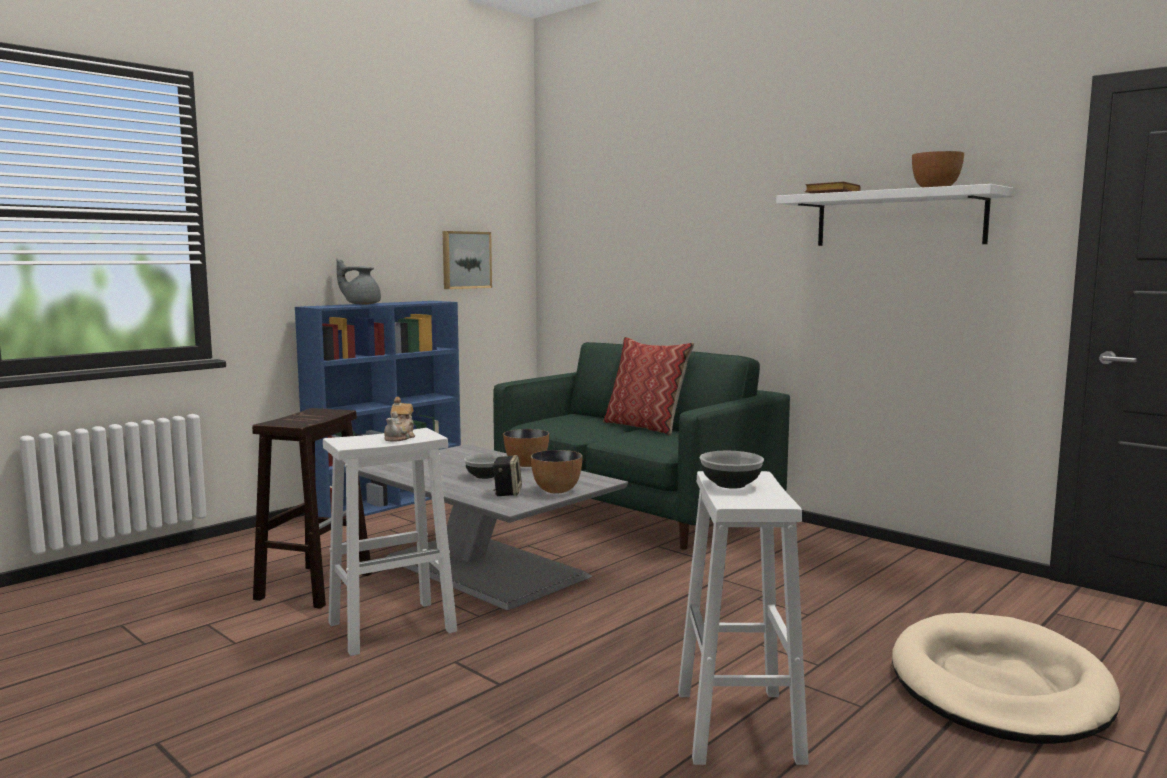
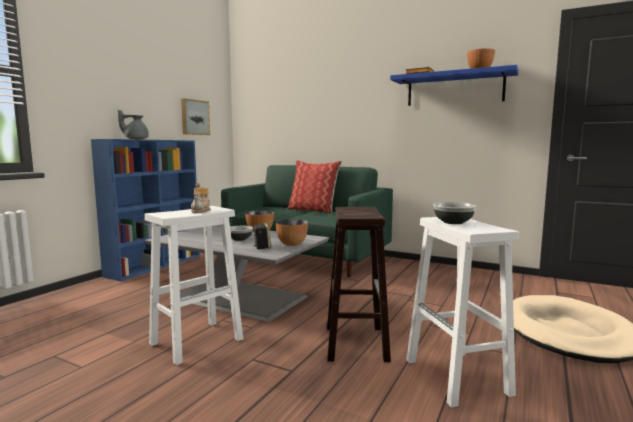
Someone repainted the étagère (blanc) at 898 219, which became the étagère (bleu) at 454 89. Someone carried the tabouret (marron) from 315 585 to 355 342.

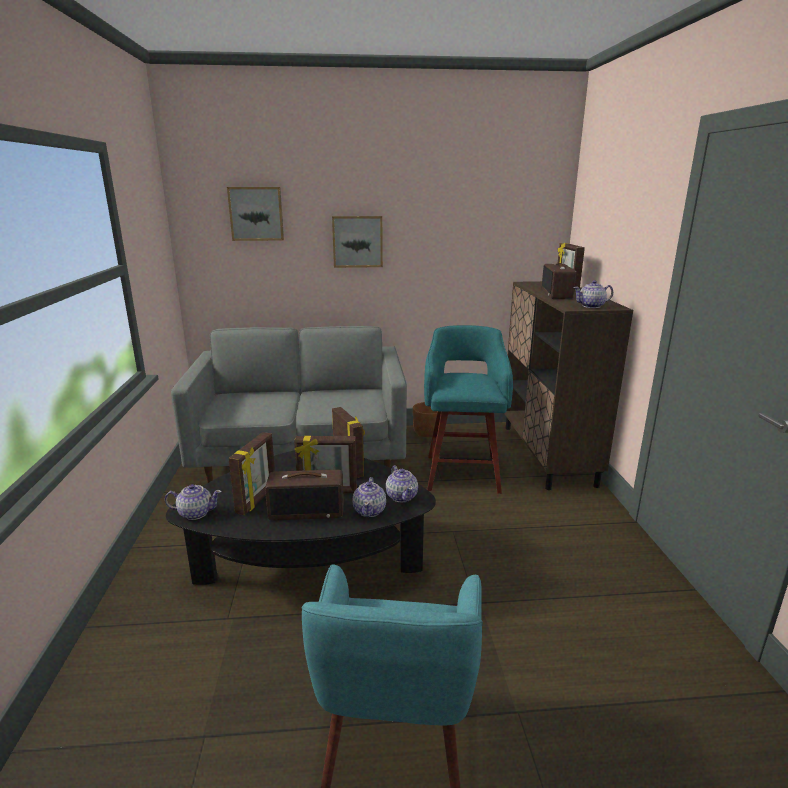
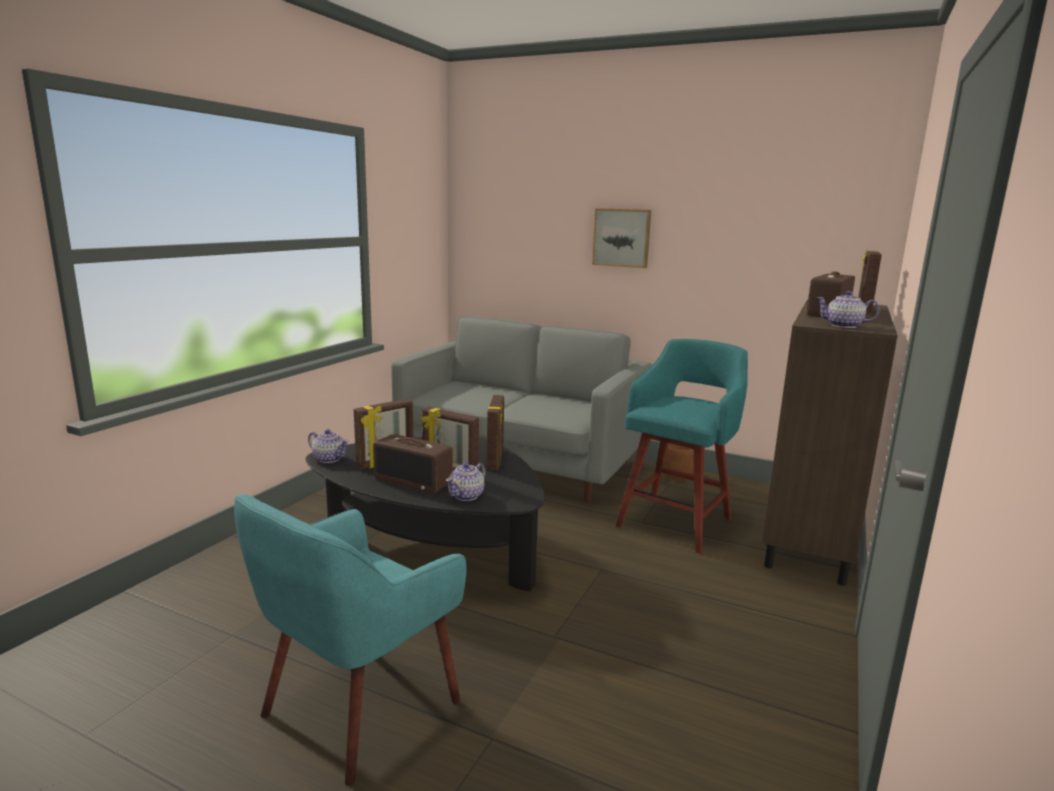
Someone took away the tableau at 256 213. Someone took away the théière at 402 496.

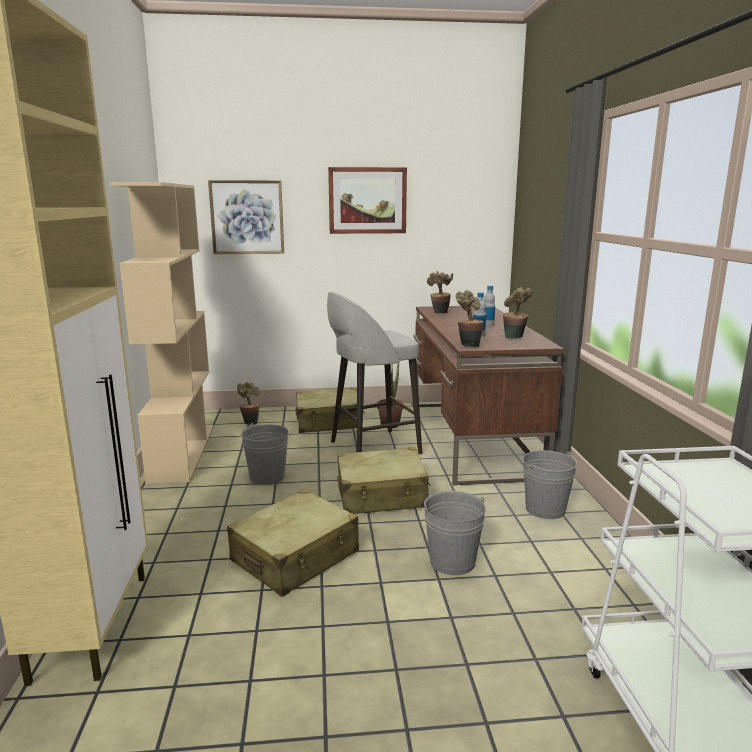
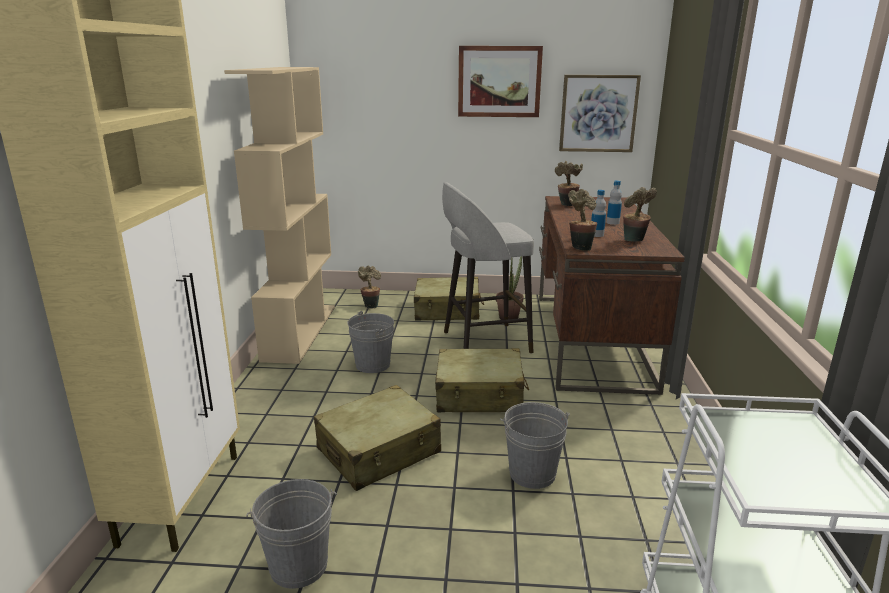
Someone carried the tableau from 247 217 to 598 113. Someone carried the seau (gris) from 545 509 to 298 566.

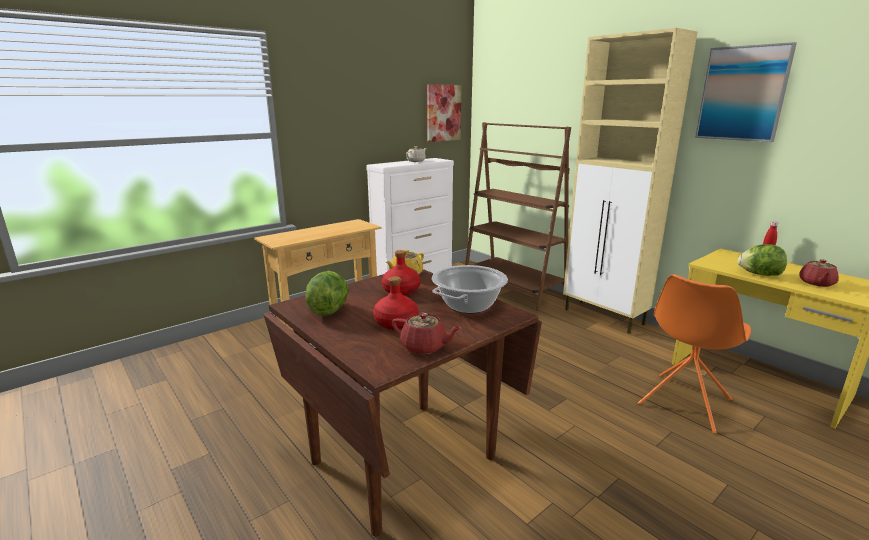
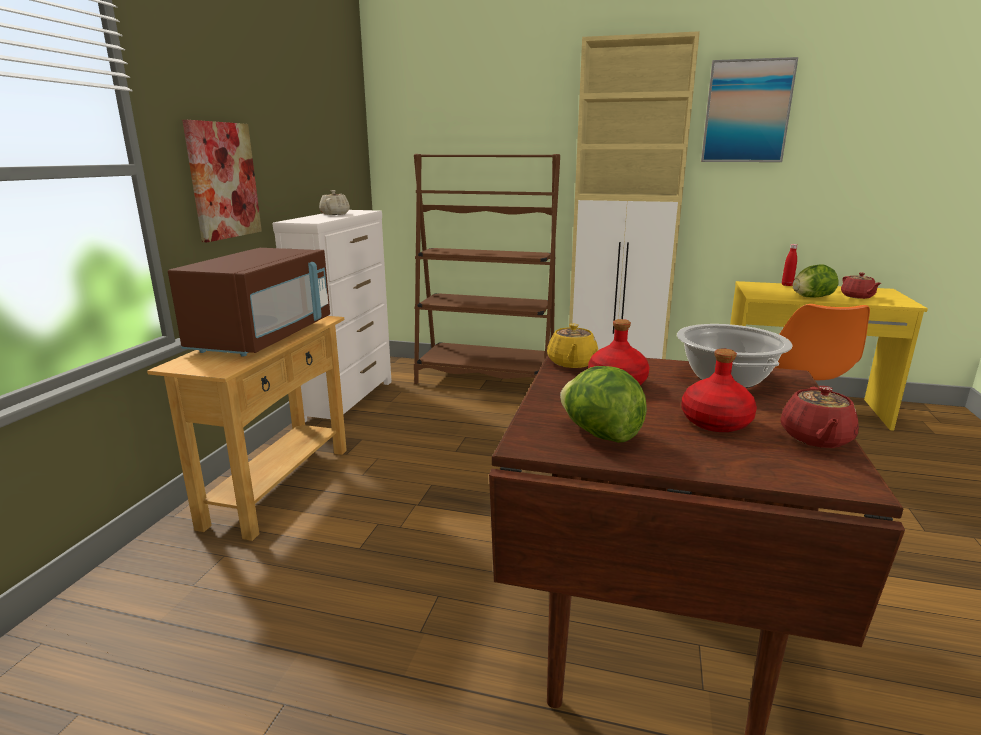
Someone carried the tableau from 443 113 to 223 181. Someone rotated the théière (rouge) at 424 347 by 120 degrees clockwise. Someone put down the micro-ondes (marron) at 264 337.

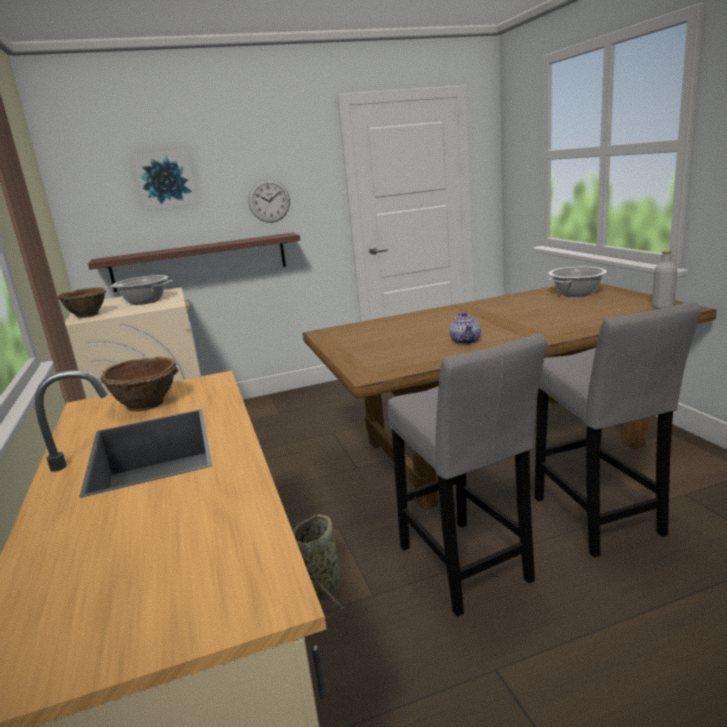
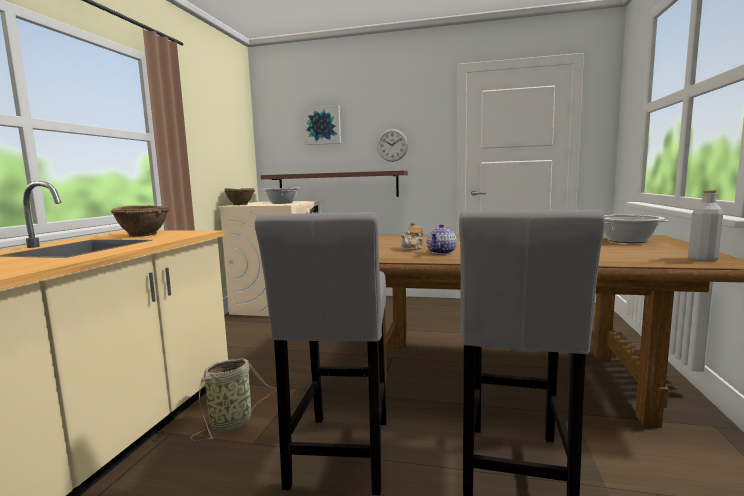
Someone put down the théière at 413 248.

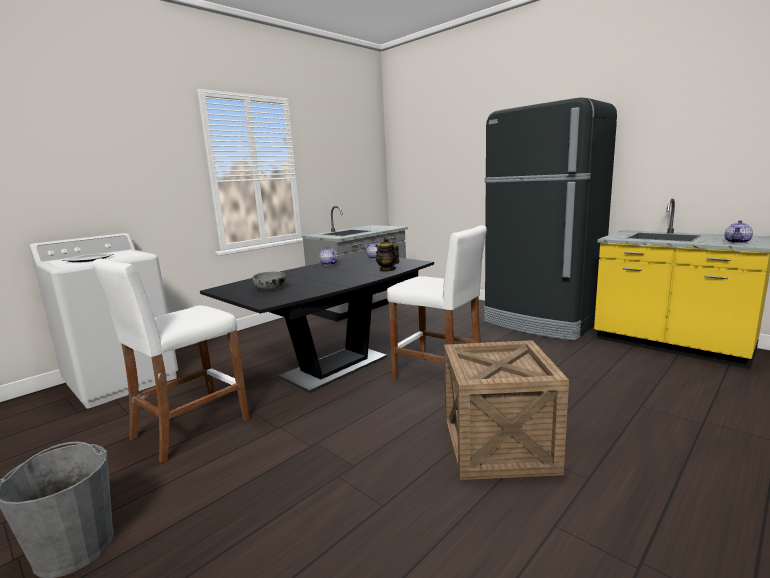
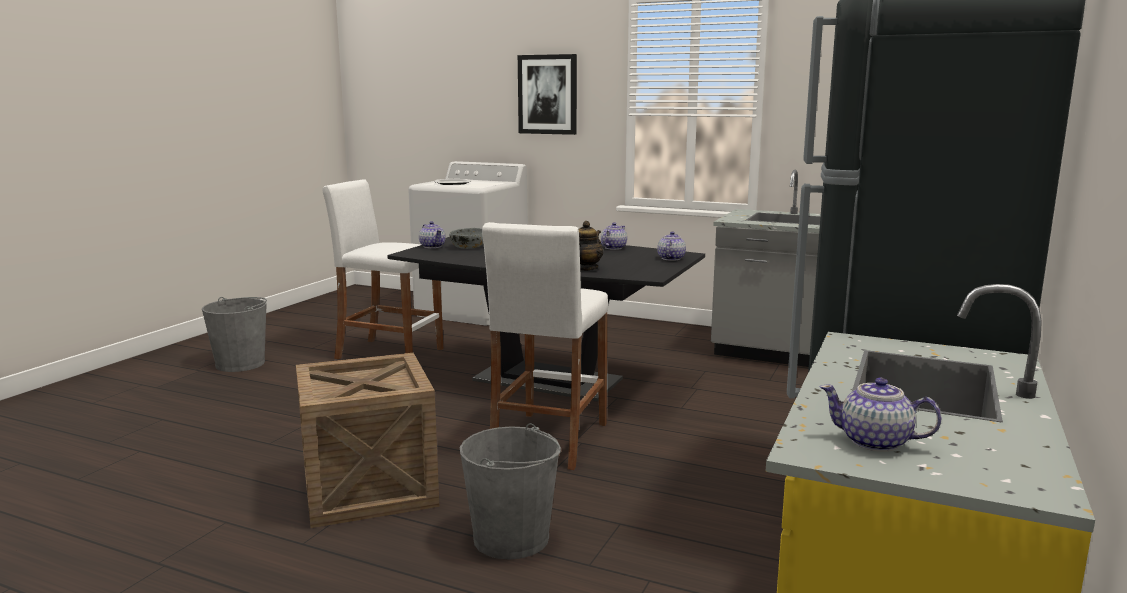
Someone put up the tableau at 547 94. Someone put down the théière at 432 246. Someone put down the seau (gris) at 512 538.

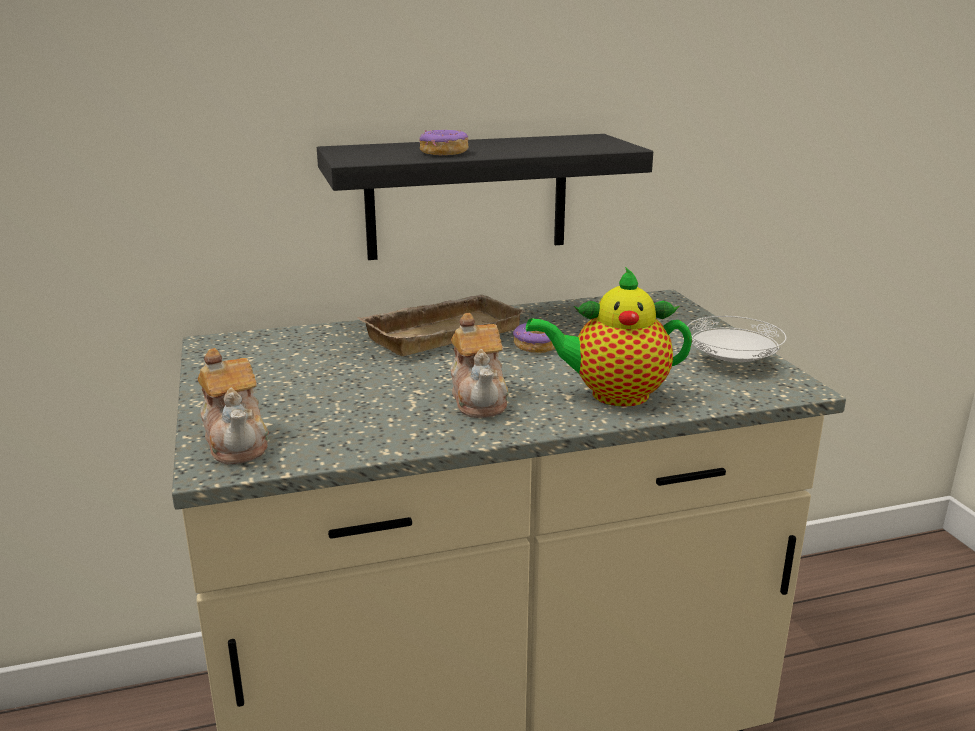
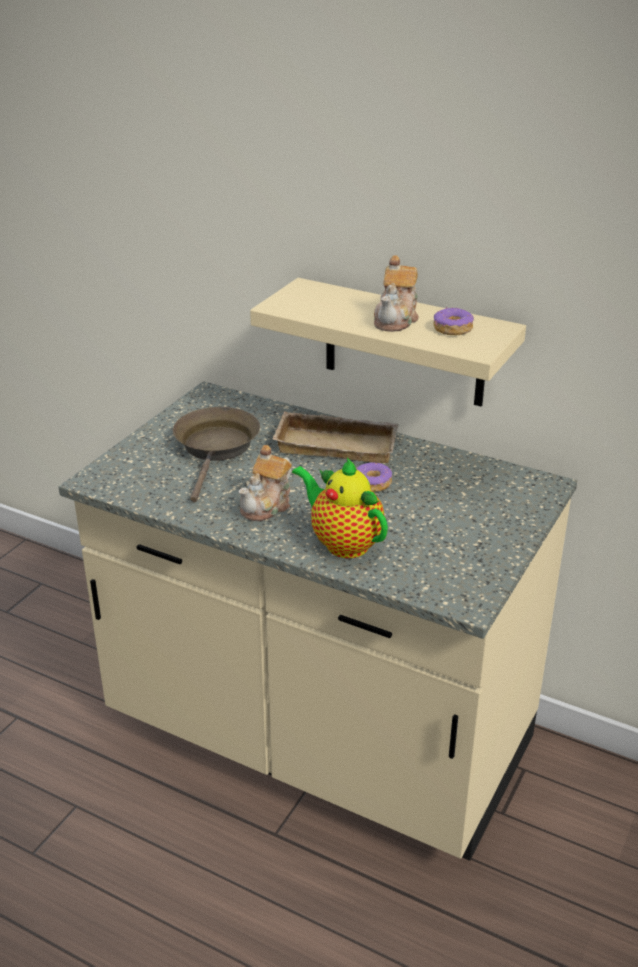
Someone carried the beignet from 443 152 to 452 329. Someone repainted the étagère (noir) at 467 196, which became the étagère (beige) at 404 343. Someone took away the assiette (blanc) at 732 362. Someone carried the théière from 237 441 to 396 319. Someone put down the poêle (marron) at 216 448.

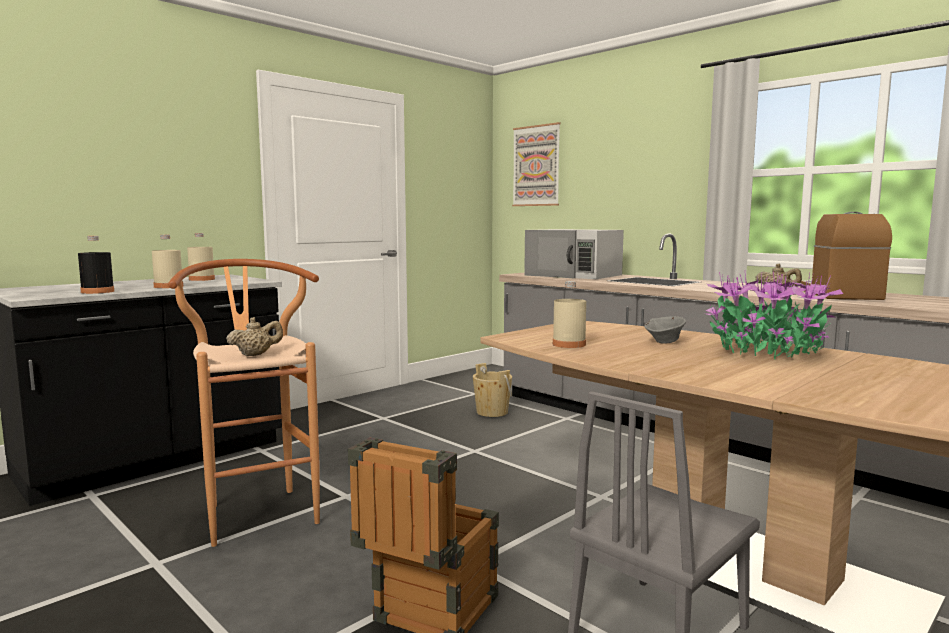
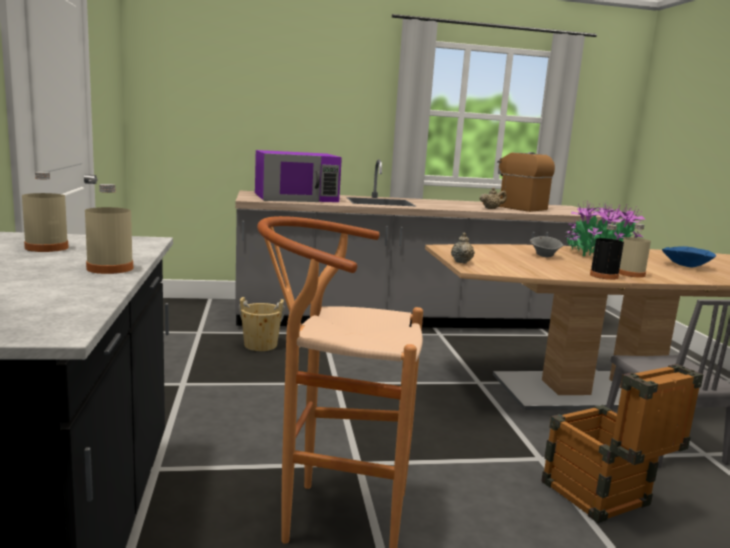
Someone took away the tableau at 536 166. Someone repainted the micro-ondes (blanc) at 574 275, which became the micro-ondes (violet) at 296 197. Someone carried the bouteille (noir) from 97 292 to 604 276. Someone carried the bouteille (beige) from 569 344 to 631 274. Someone carried the théière (beige) from 256 355 to 461 262. Someone put down the bol (bleu) at 685 266.

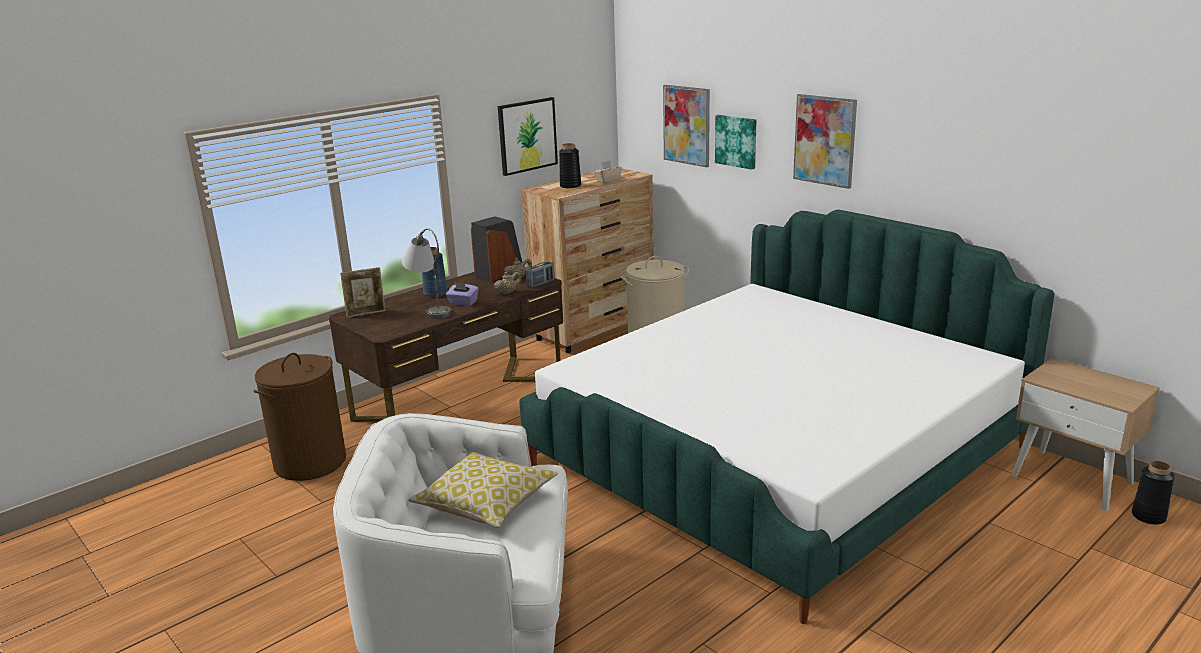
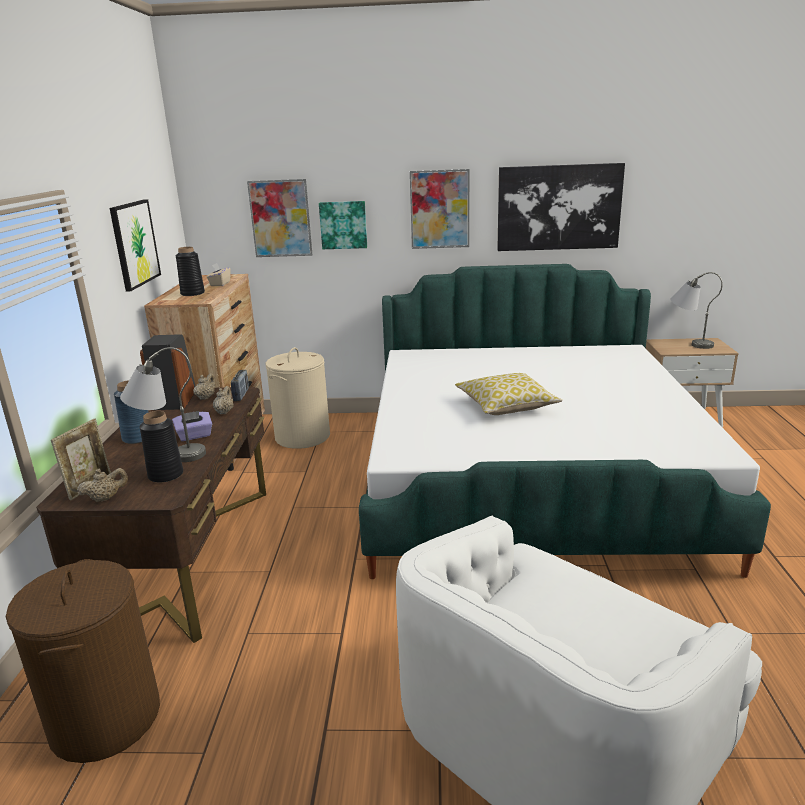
Someone carried the coussin from 486 503 to 506 406. Someone carried the vase (noir) from 1148 516 to 166 475. Someone put up the tableau at 558 207. Someone put down the lampe de table (gris) at 688 342. Someone put down the théière (beige) at 106 498.

